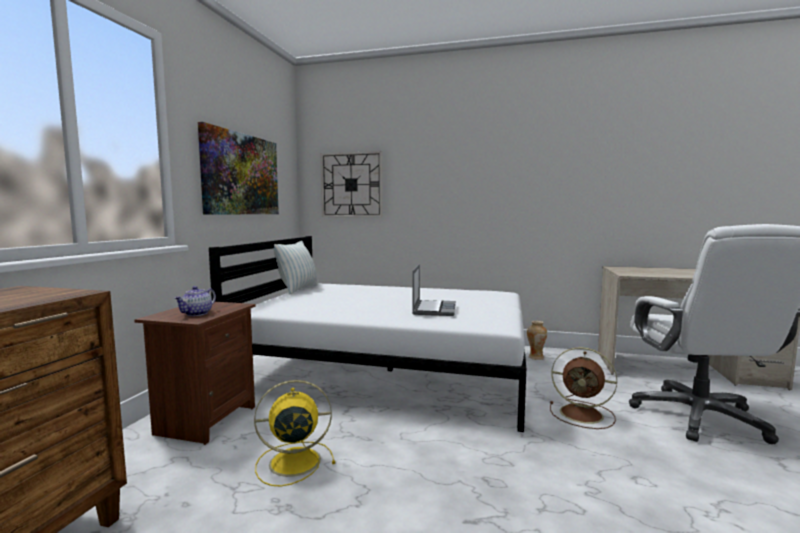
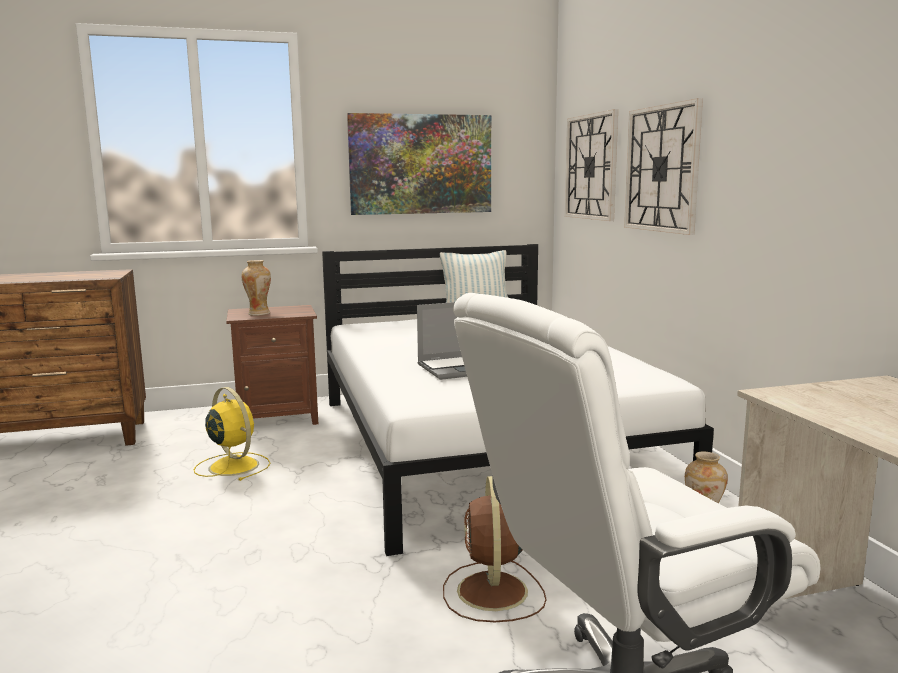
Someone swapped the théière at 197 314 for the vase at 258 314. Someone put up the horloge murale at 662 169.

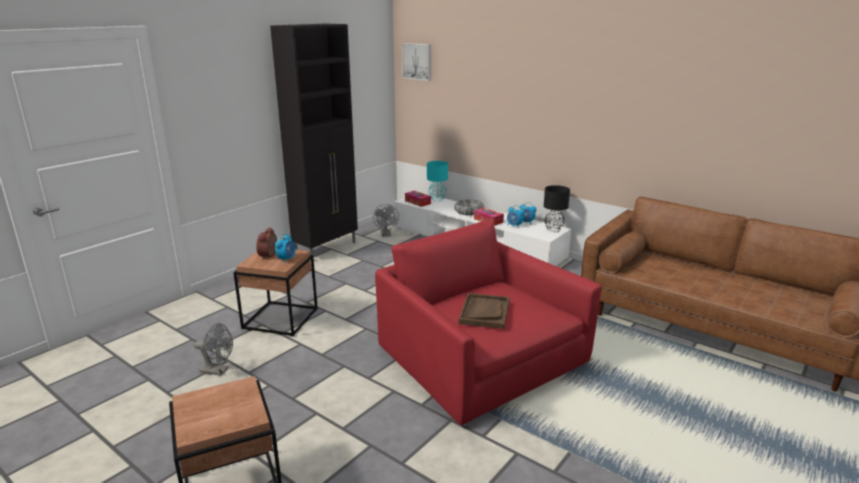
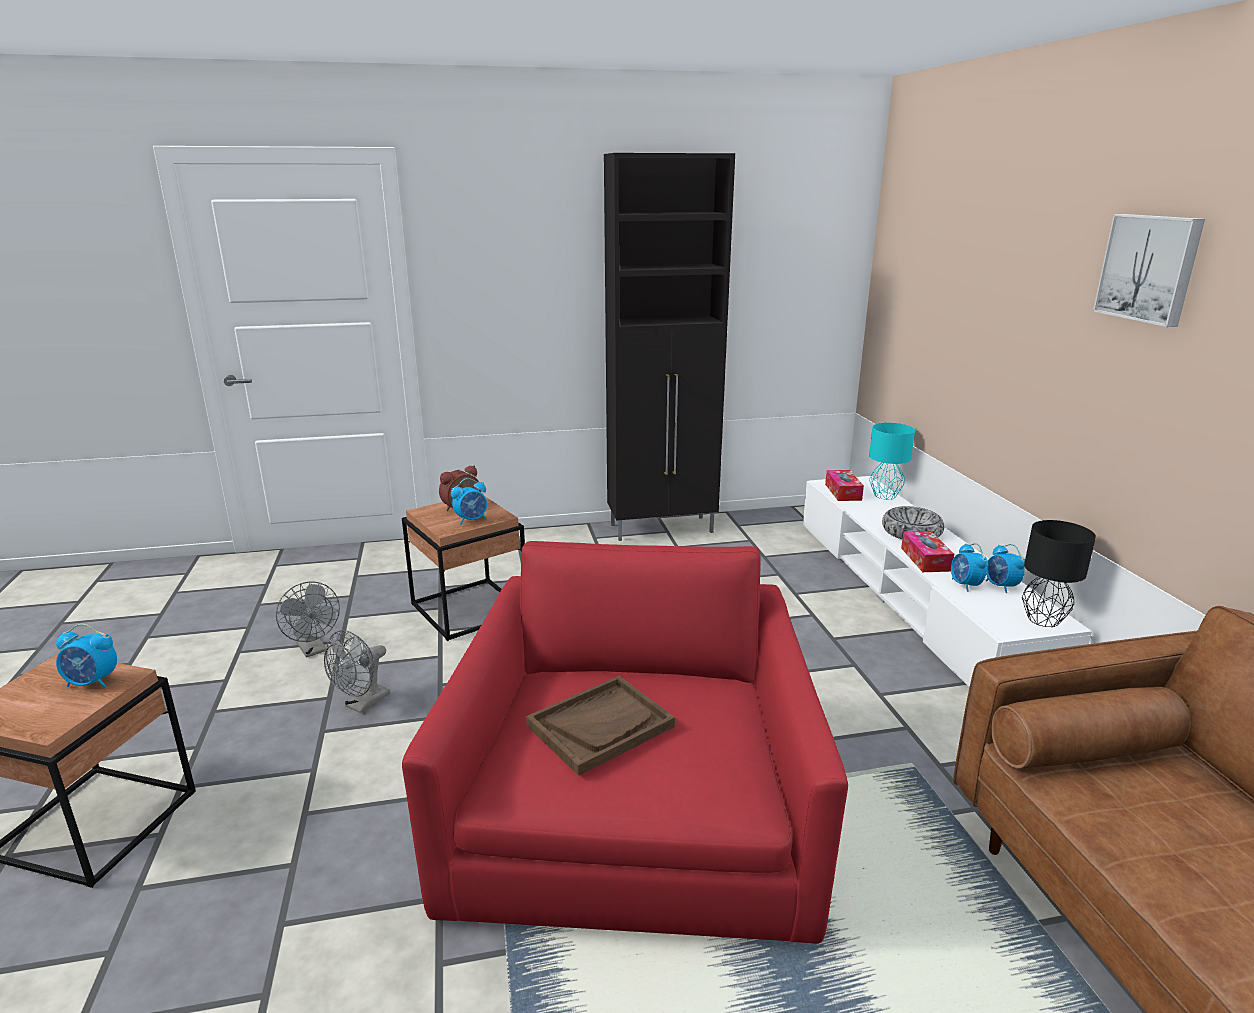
Someone carried the tableau from 417 61 to 1149 268. Someone carried the ventilateur (gris) from 386 235 to 362 704. Someone put down the réveil at 93 683.

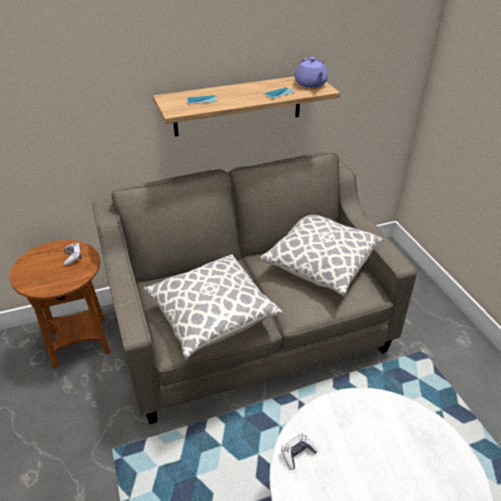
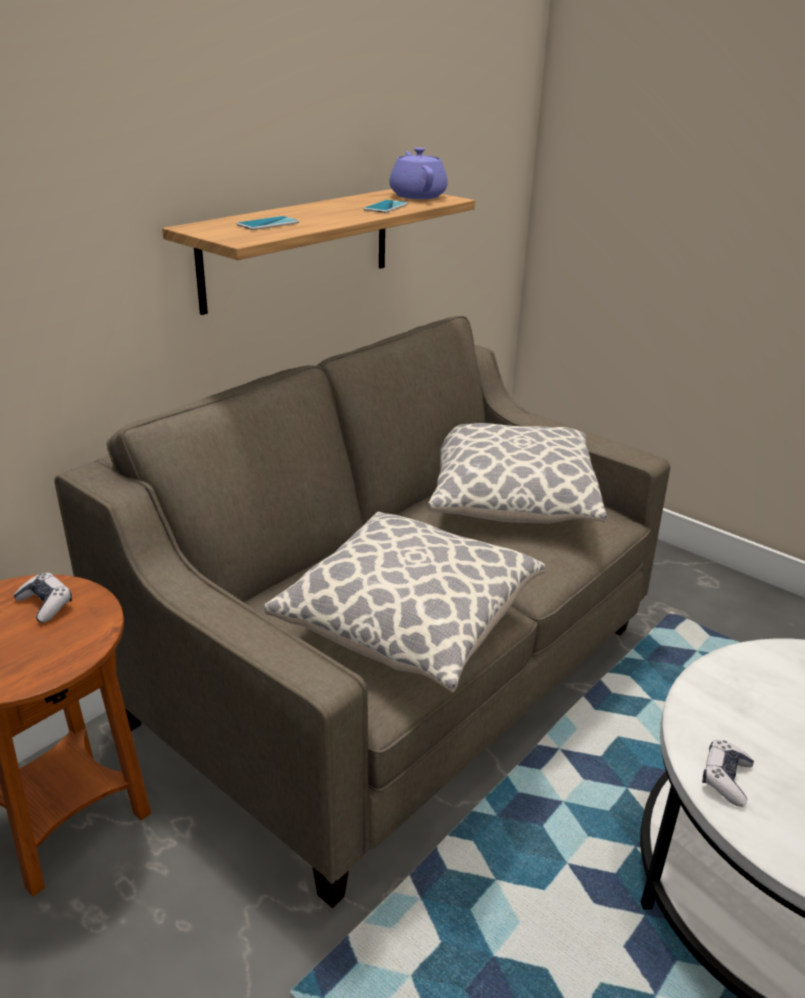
Someone rotated the théière (violet) at 310 84 by 150 degrees counterclockwise.

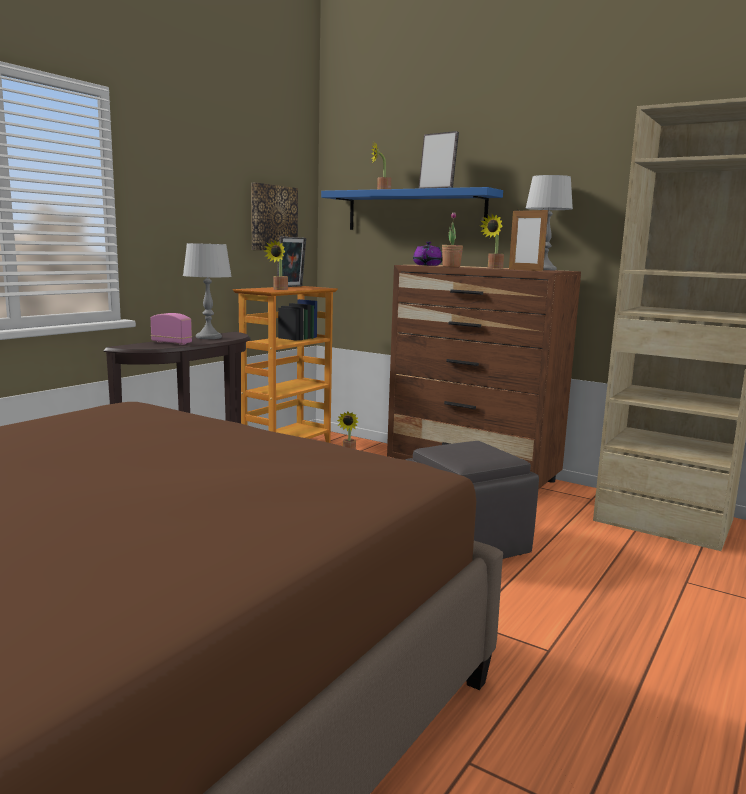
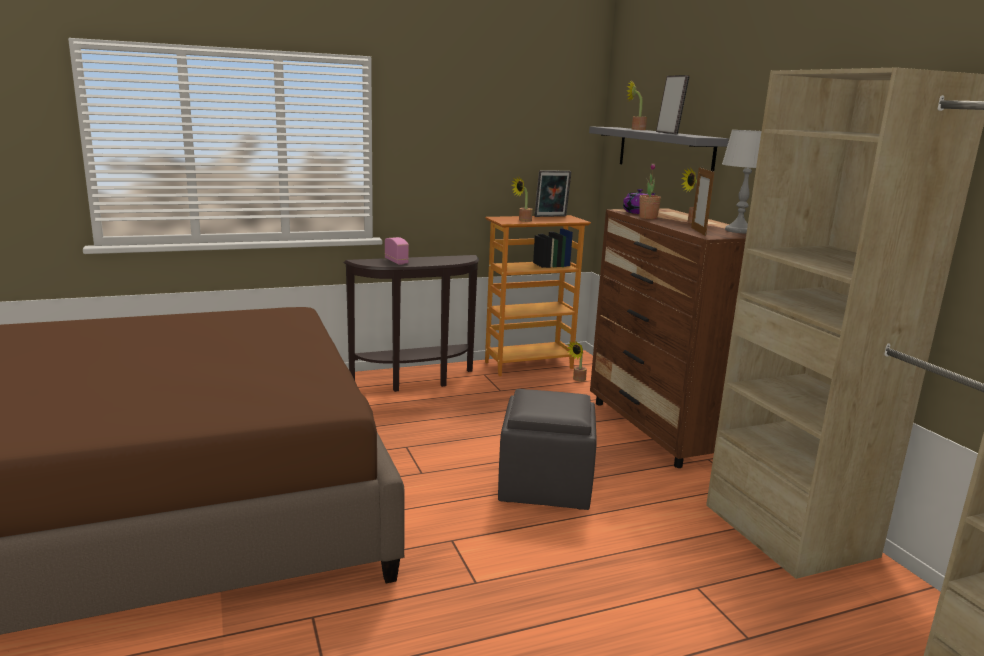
Someone took away the tableau at 273 218. Someone repainted the étagère (bleu) at 415 211, which became the étagère (gris) at 664 152. Someone took away the lampe de table (gris) at 208 337.

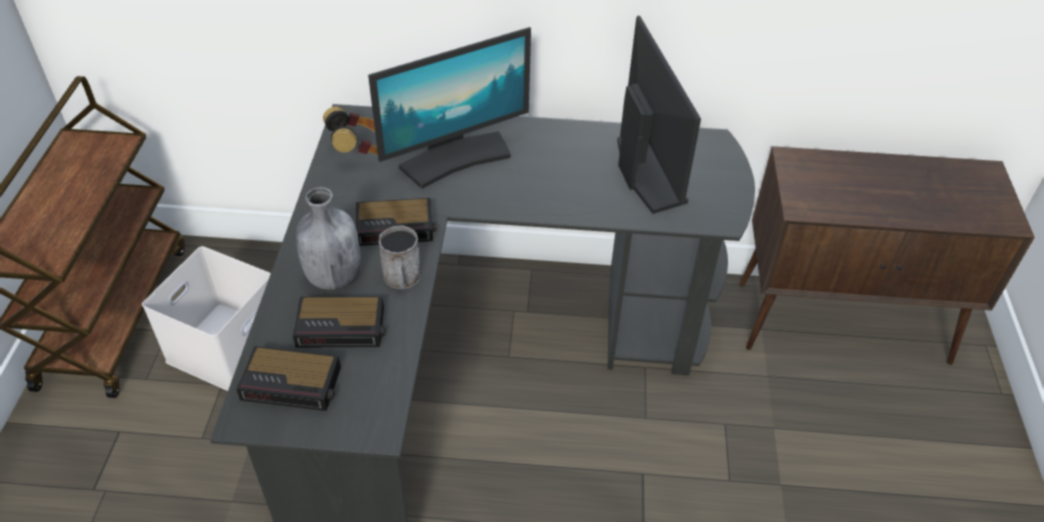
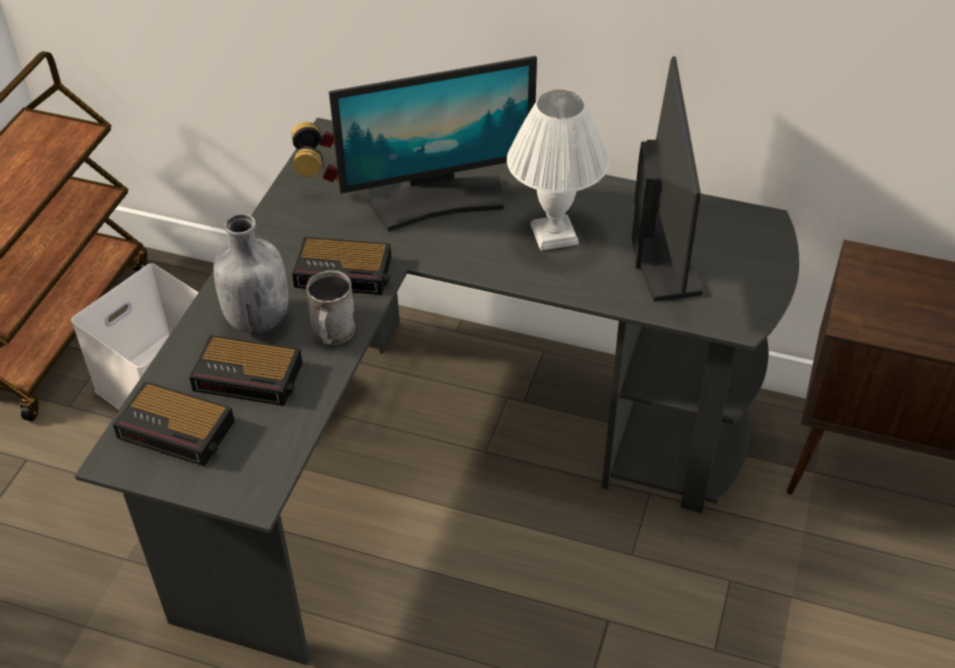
Someone put down the lampe de table (blanc) at 553 235.

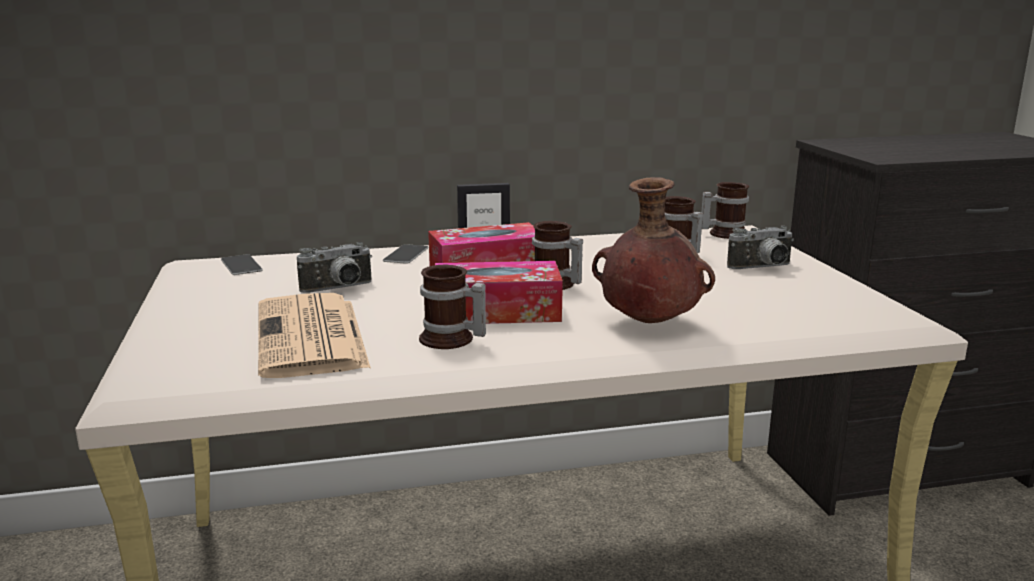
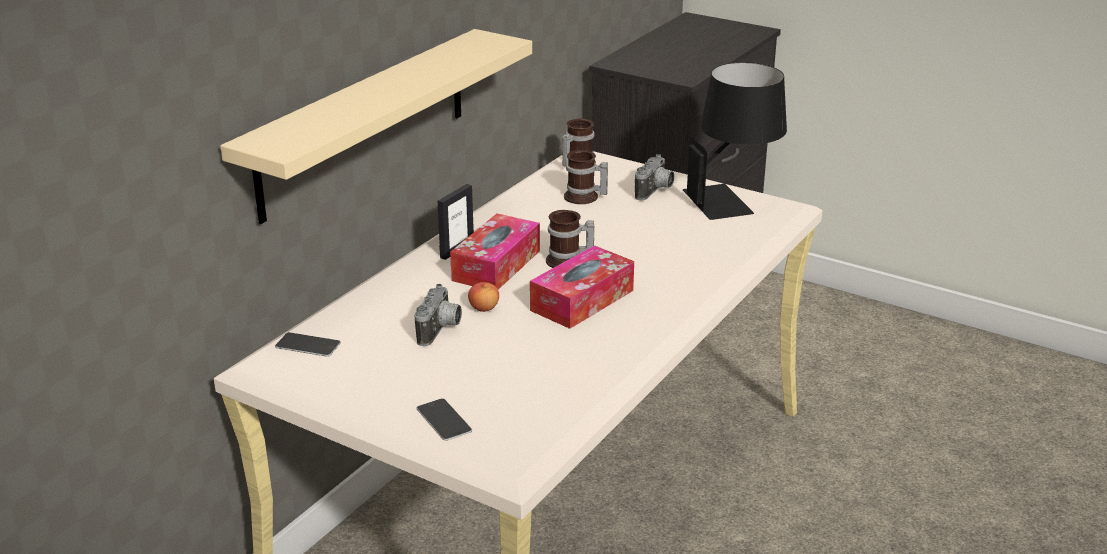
Someone took away the vase (marron) at 648 324. Someone carried the téléphone from 406 254 to 444 420. Someone took away the mug at 450 340. Someone took away the journal at 312 337. Someone put up the étagère (beige) at 364 123. Someone put down the lampe de table (noir) at 732 199. Someone put down the pomme at 484 308.

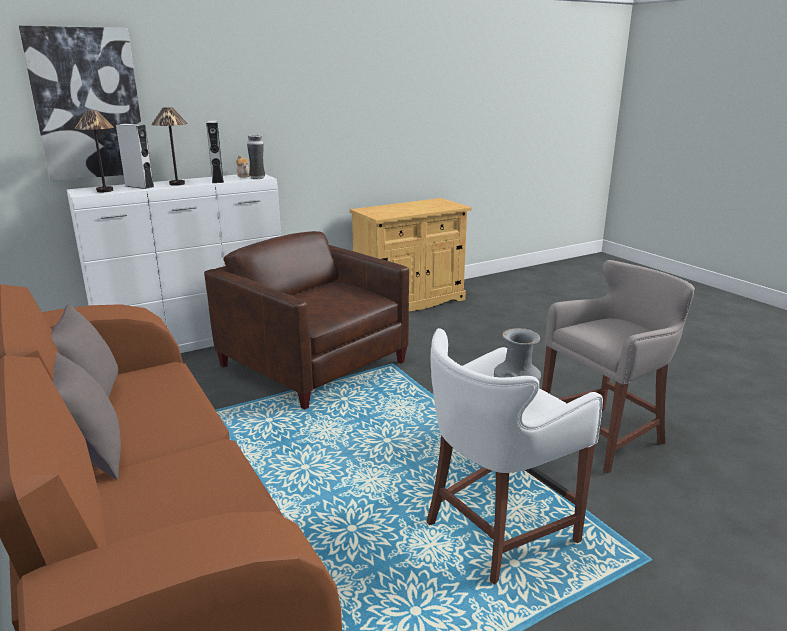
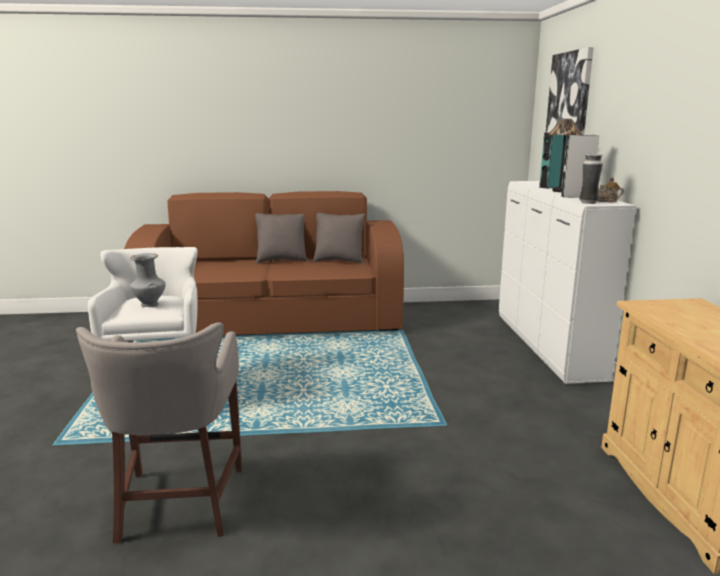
Someone took away the lampe de table at 105 191. Someone repainted the enceinte (gris) at 139 186, which became the enceinte (turquoise) at 550 187. Someone took away the fauteuil (marron) at 314 364.

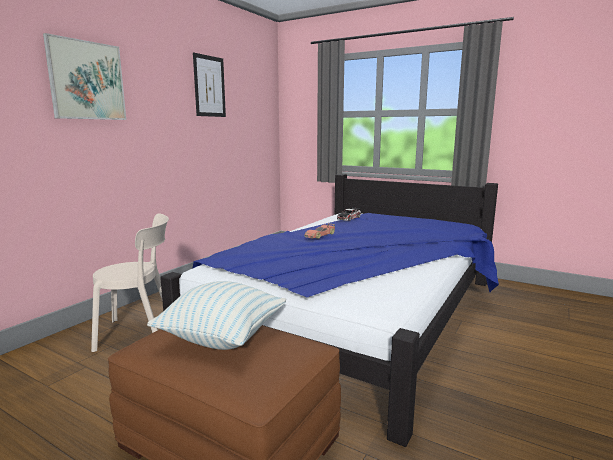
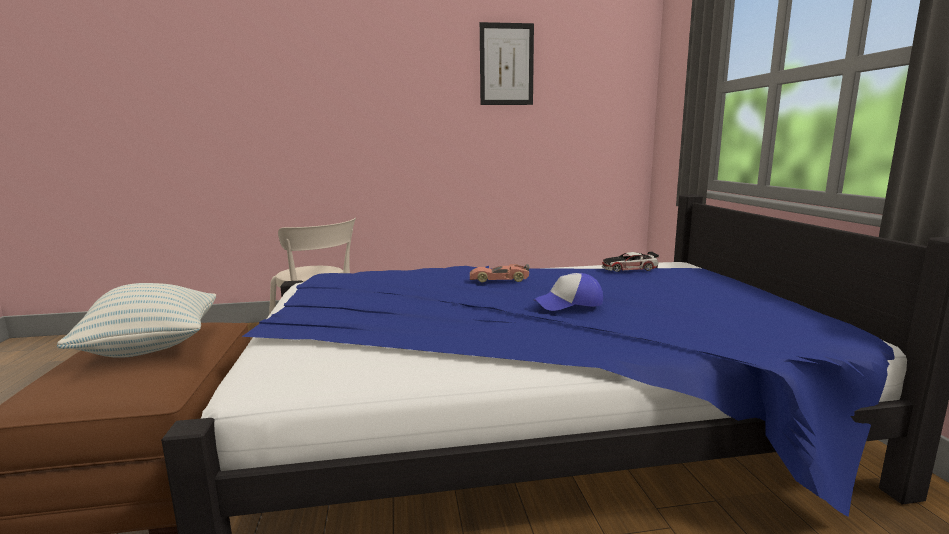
Someone took away the tableau at 87 80. Someone put down the casquette at 569 303.

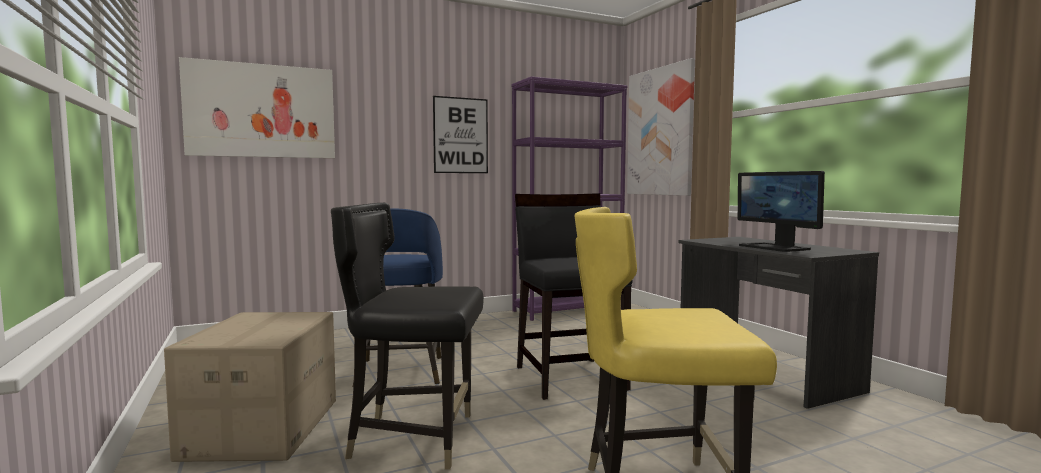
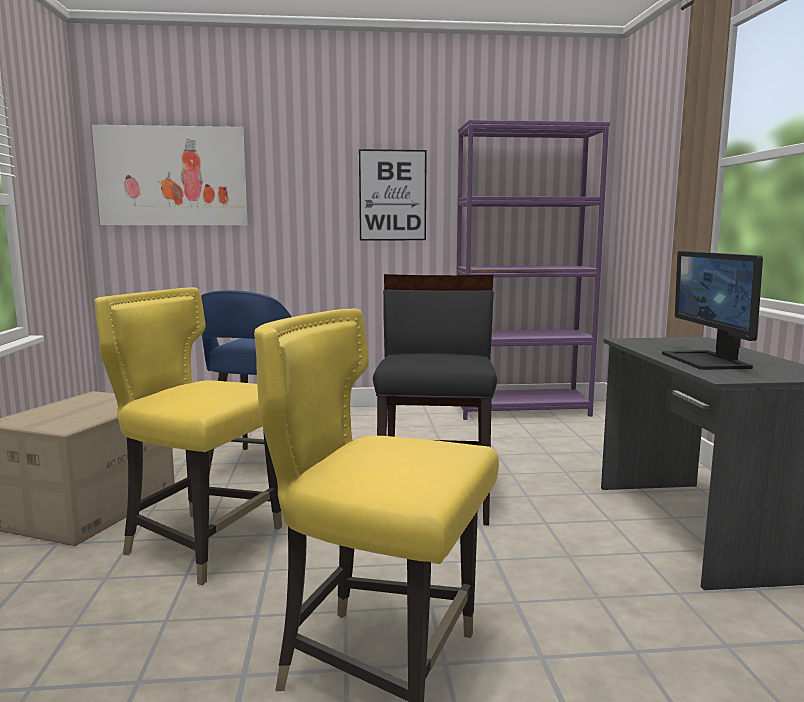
Someone took away the tableau at 660 132. Someone repainted the chaise (noir) at 413 438, which became the chaise (jaune) at 203 543.

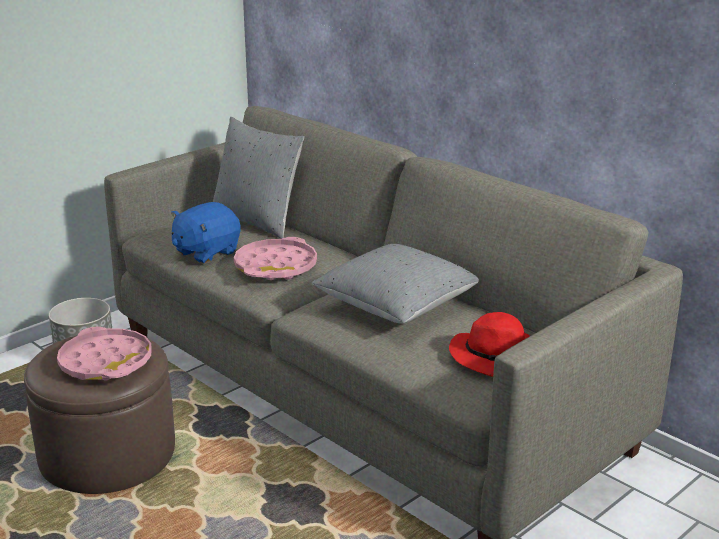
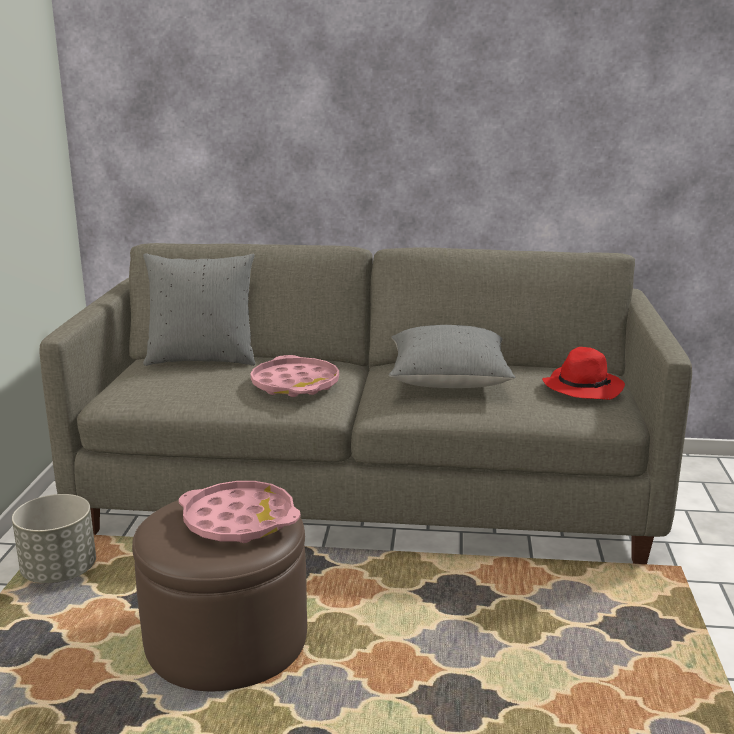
Someone took away the peluche (bleu) at 206 252.

